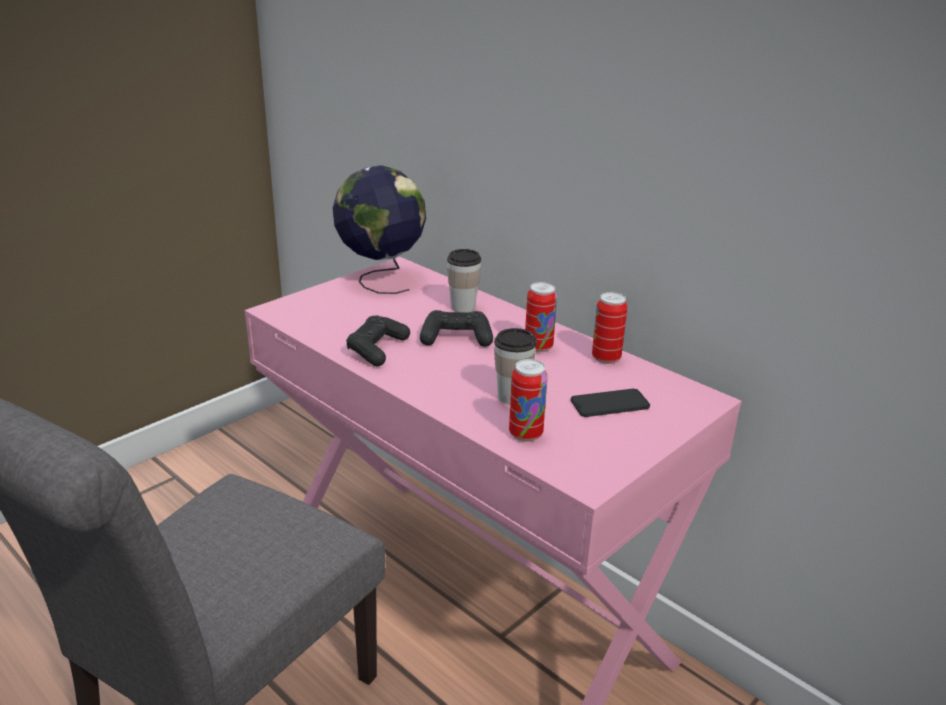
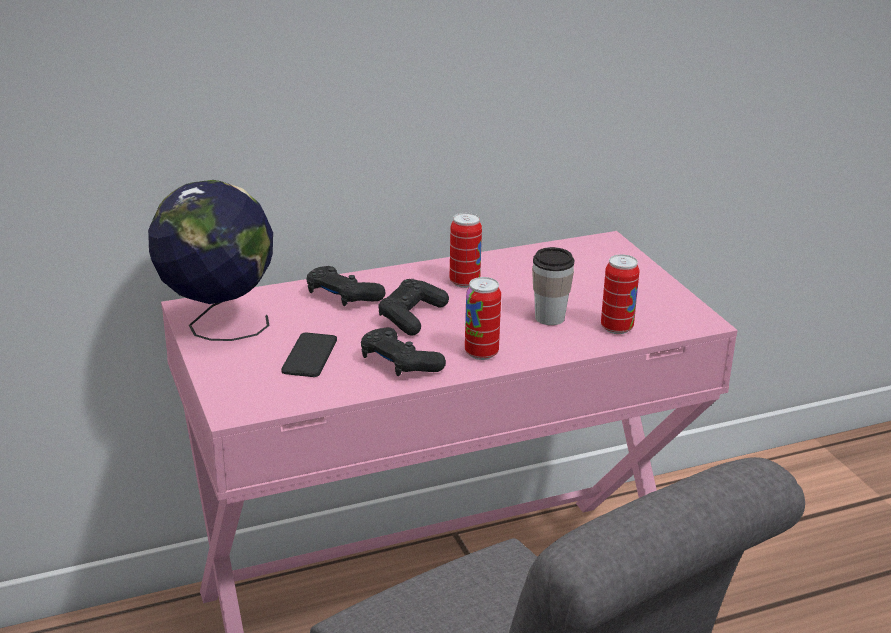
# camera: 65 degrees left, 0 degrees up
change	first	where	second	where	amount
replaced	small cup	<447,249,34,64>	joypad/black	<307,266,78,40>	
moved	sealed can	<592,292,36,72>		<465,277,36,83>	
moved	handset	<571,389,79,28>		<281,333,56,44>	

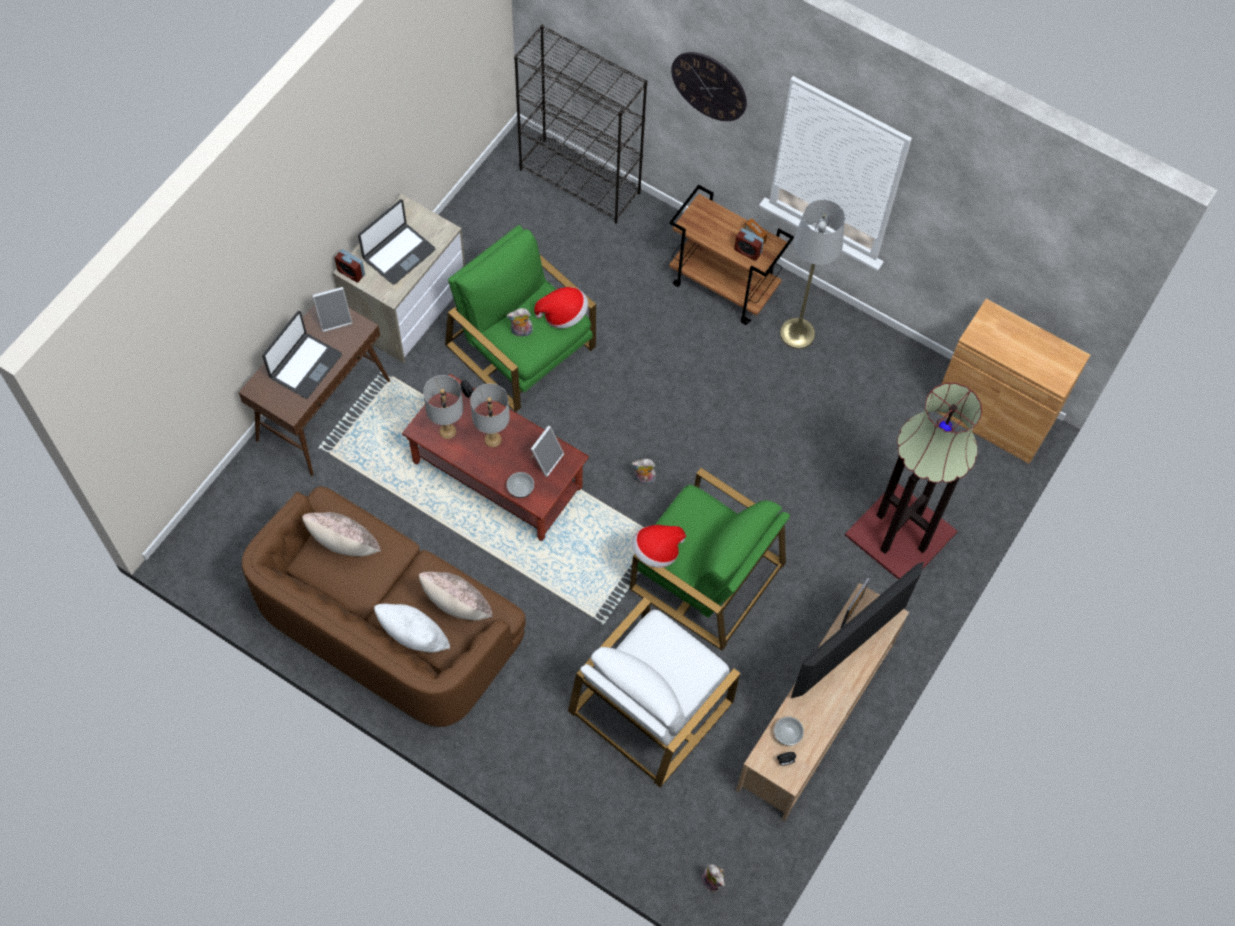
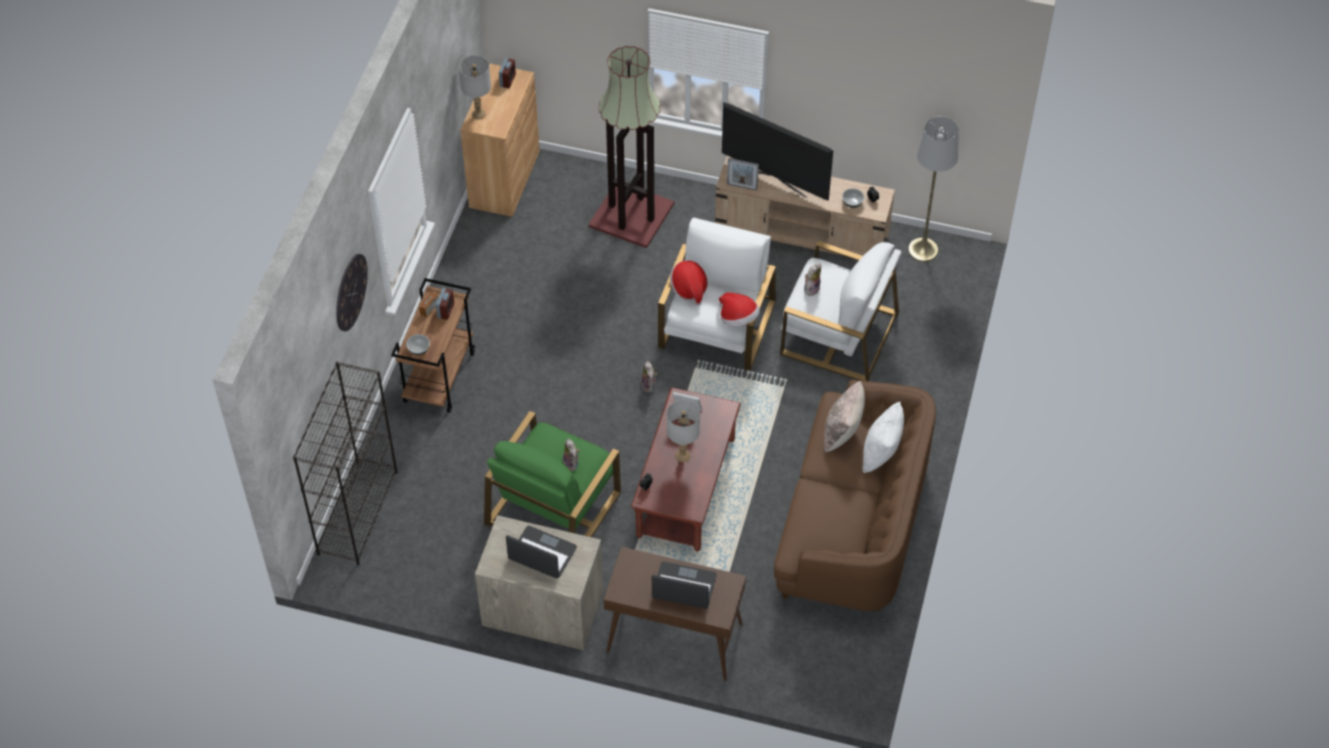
# camera: 105 degrees left, 10 degrees down
change	first	where	second	where	amount
moved	standing lamp/grey	<780,199,65,150>		<908,116,51,146>	
moved	table clock	<335,249,30,34>		<499,58,17,30>	
removed	photo frame	<312,287,40,45>			
moved	hat	<534,287,54,42>		<670,260,38,46>	
moved	lamp for a table/grey	<423,375,40,64>		<459,55,32,65>	
recoloured	lounge chair/green	<630,468,160,183>	lounge chair/white-coloured	<658,218,118,153>	
moved	deep dish	<507,472,27,26>		<406,334,24,21>	
removed	pillow/sand-coloured	<302,512,79,44>			
moved	soft toy	<700,864,25,28>		<804,263,17,33>	

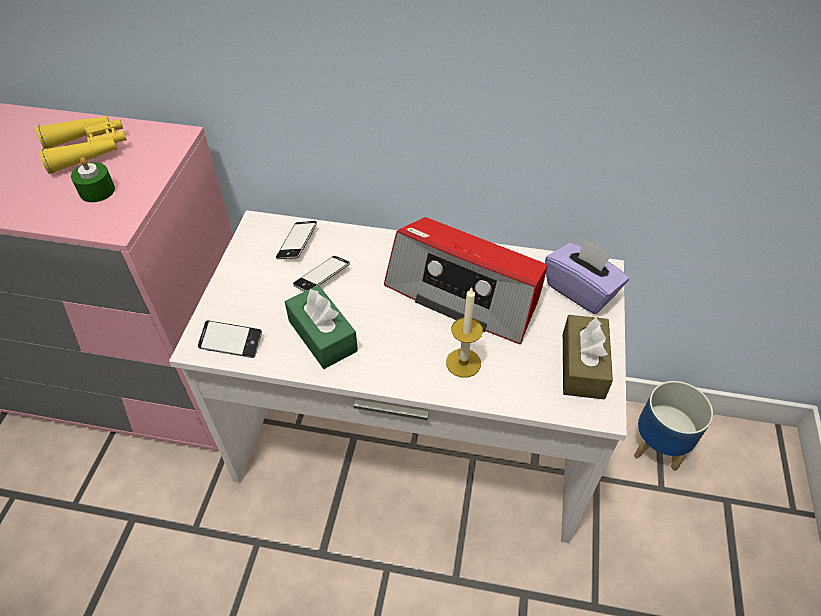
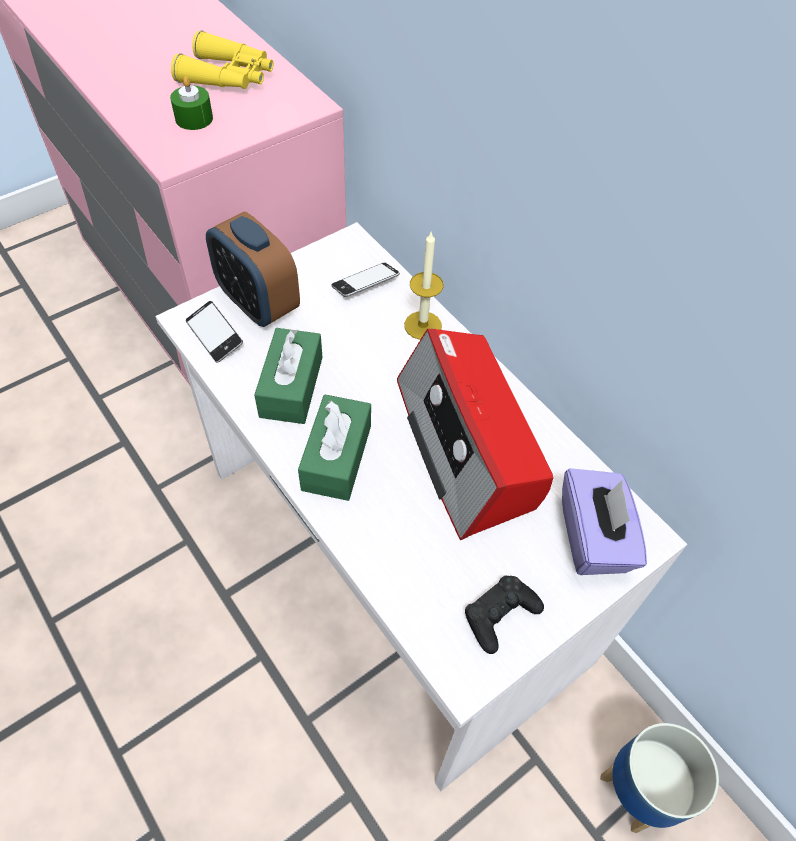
# camera: 40 degrees right, 5 degrees up
change	first	where	second	where	amount
removed	handset	<293,256,57,35>			
moved	wax light	<446,287,37,91>		<404,232,40,108>	
replaced	tissue holder/brown	<563,315,50,84>	joypad/black	<465,576,79,78>	
added			table clock	<206,212,94,115>	
added			tissue holder/green	<298,395,73,106>	

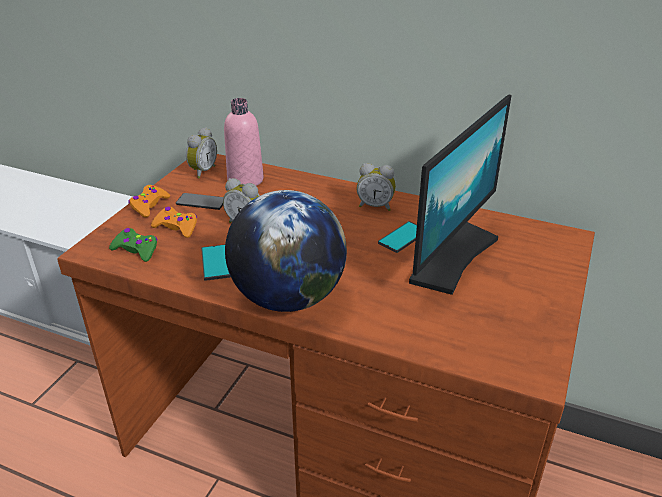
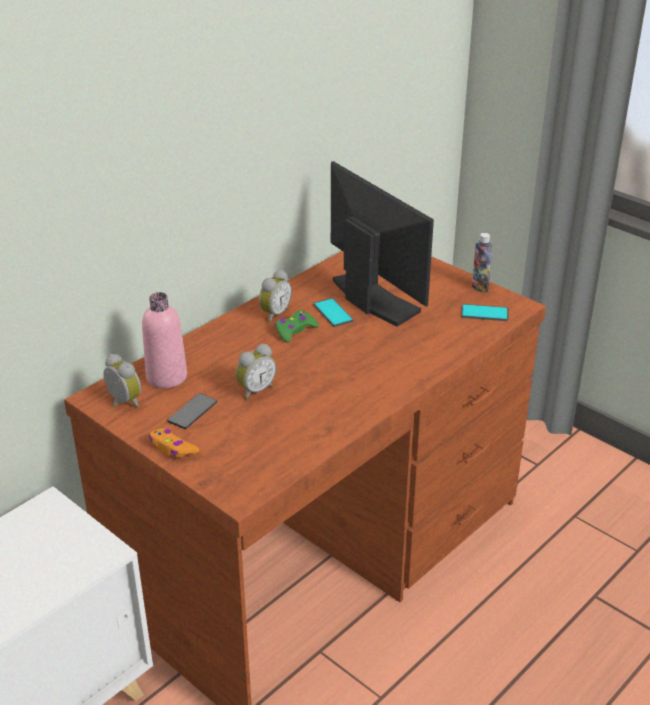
# camera: 70 degrees left, 0 degrees up
change	first	where	second	where	amount
removed	world globe	<225,190,122,122>			
removed	joypad/orange	<151,206,46,32>			
moved	joypad/green	<109,228,48,34>		<275,310,44,32>	
moved	handset	<201,245,30,36>		<461,304,48,17>	
added			beverage bottle	<472,233,20,60>	

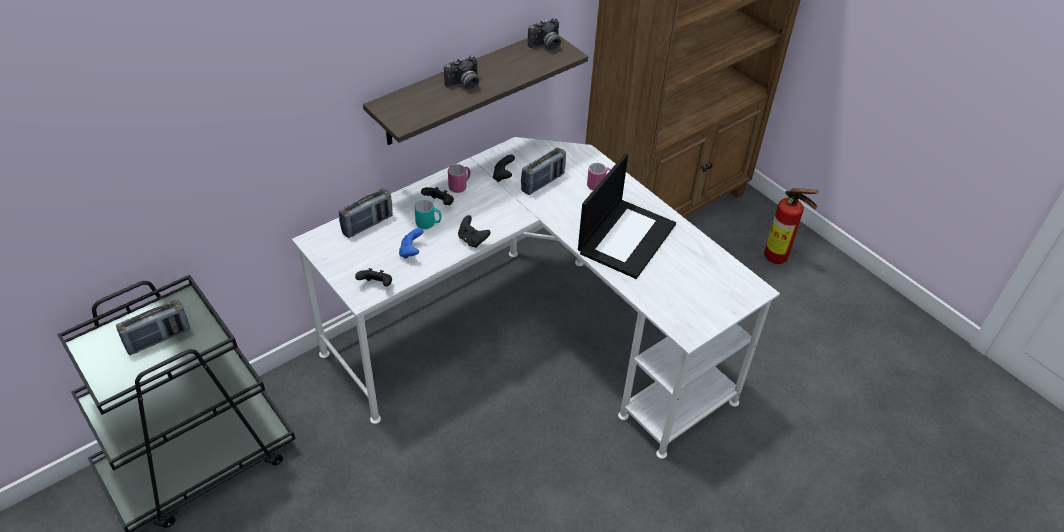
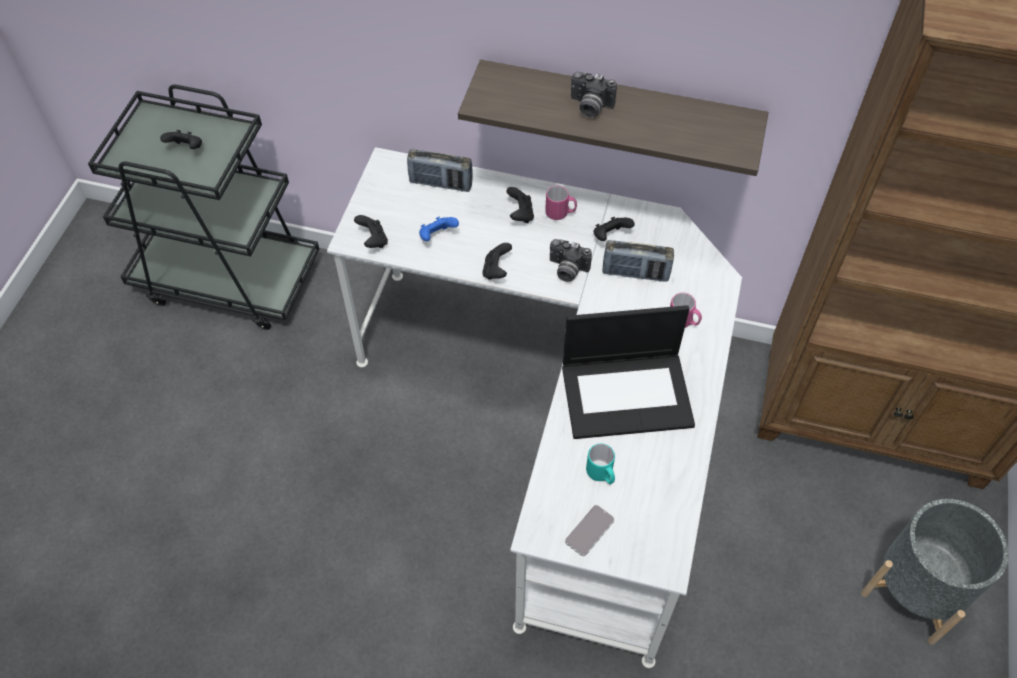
# camera: 55 degrees right, 10 degrees up
change	first	where	second	where	amount
moved	photo camera	<528,18,33,32>		<550,239,42,43>	
replaced	fire-fighting cylinder	<764,188,55,76>	flower pot/grey	<861,499,148,146>	
moved	mug/blue-green	<414,200,28,29>		<586,443,29,41>	
replaced	radio receiver	<116,300,74,55>	joypad/black	<160,130,42,19>	
added			handset	<565,505,49,51>	

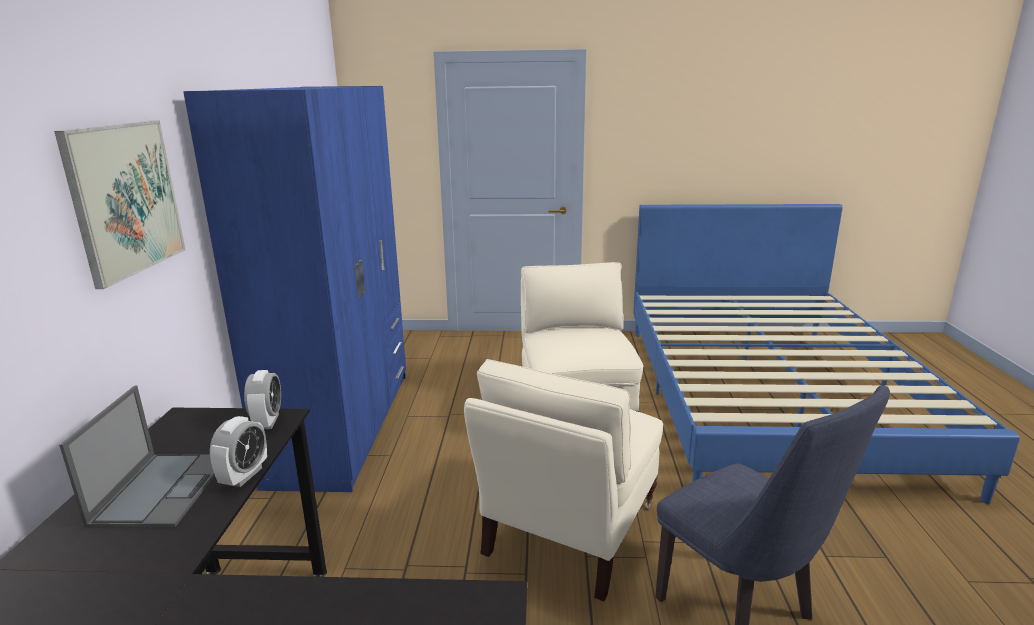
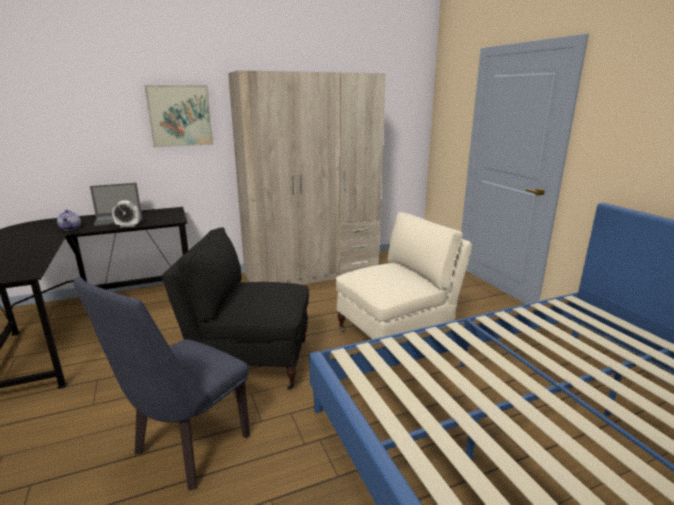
# camera: 65 degrees right, 0 degrees up
change	first	where	second	where	amount
recoloured	clothes cupboard/blue	<183,86,223,406>	clothes cupboard/sand-coloured	<228,70,158,215>	
recoloured	lounge chair/sand-coloured	<464,359,199,242>	lounge chair/black	<162,227,147,163>	
removed	table clock	<244,370,37,59>			
added			tea pot	<57,210,24,20>	

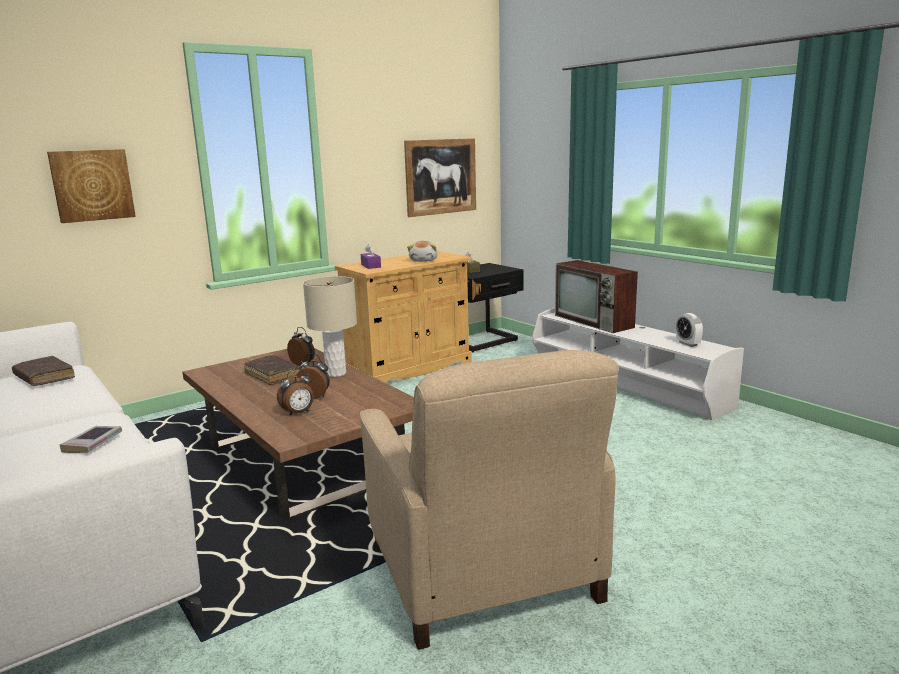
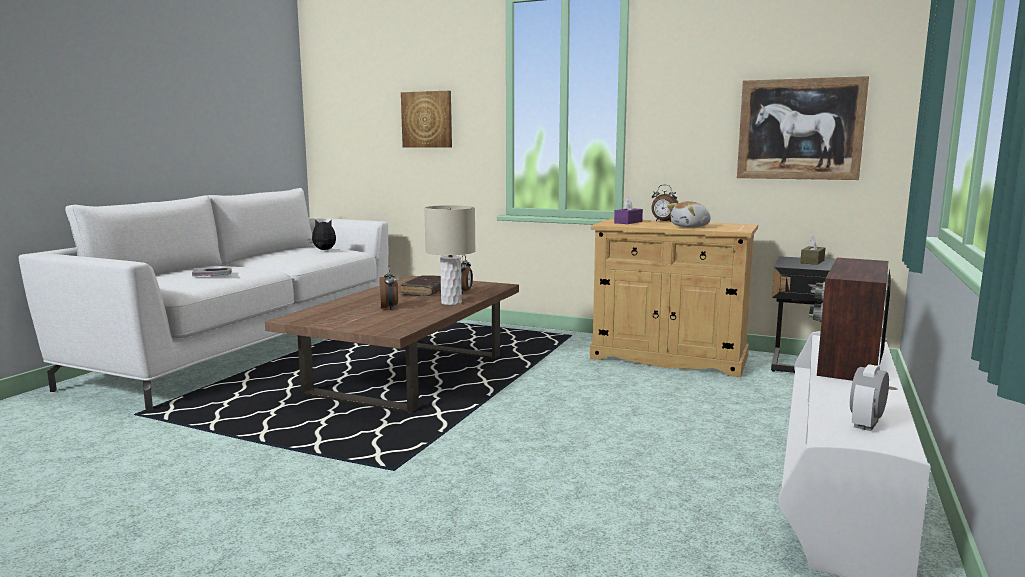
# camera: 60 degrees right, 5 degrees down
change	first	where	second	where	amount
removed	lounge chair/sand-coloured	<360,350,259,300>			
replaced	book/brown	<12,356,63,30>	soft toy	<308,219,28,31>	
moved	table clock	<277,368,37,48>		<651,185,27,37>	

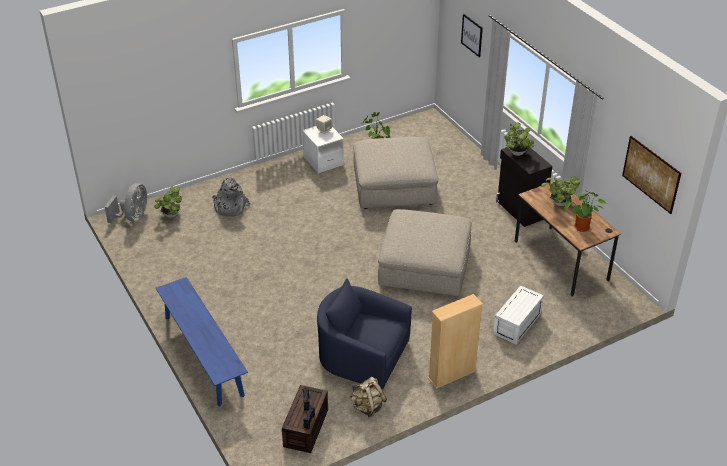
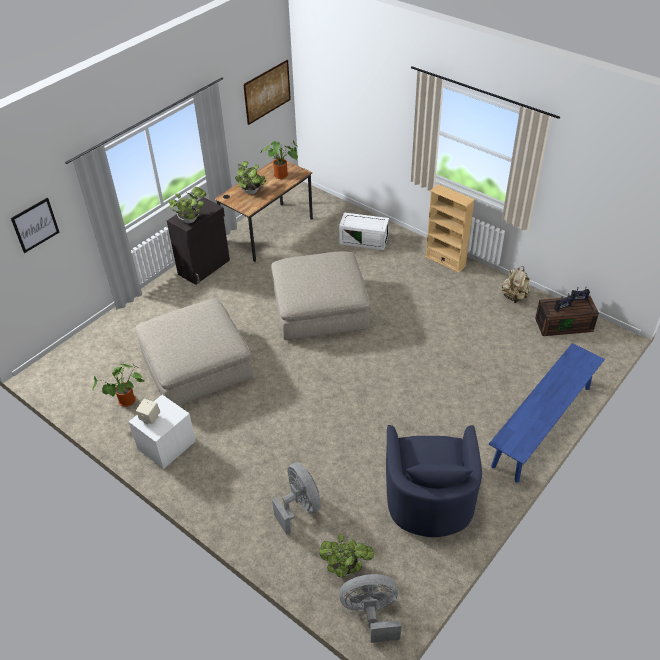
# camera: 110 degrees left, 5 degrees up
change	first	where	second	where	amount
replaced	knapsack/grey	<212,177,38,40>	cooling fan/grey	<272,462,49,73>	
moved	lounge chair/blue	<317,278,95,112>		<386,425,96,112>	

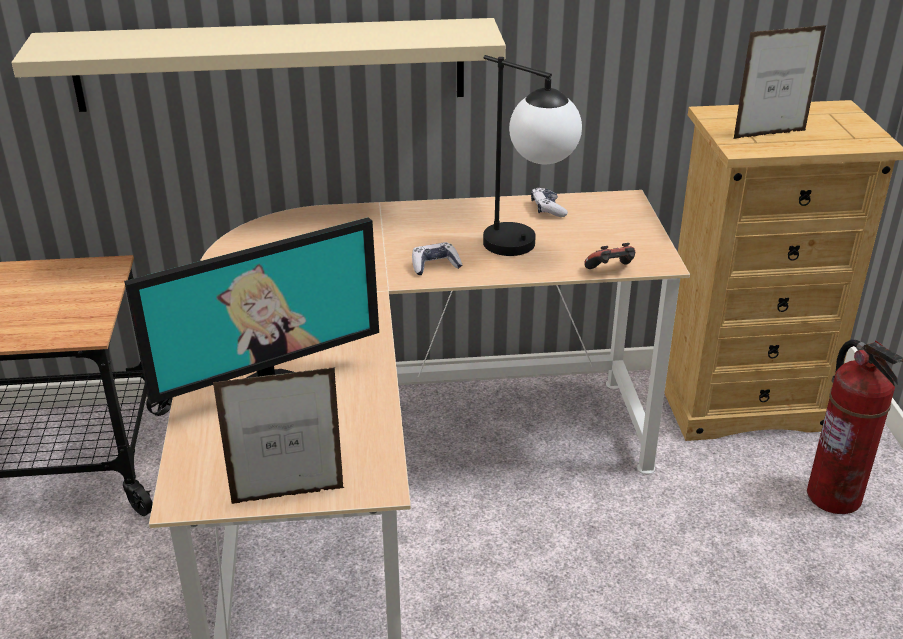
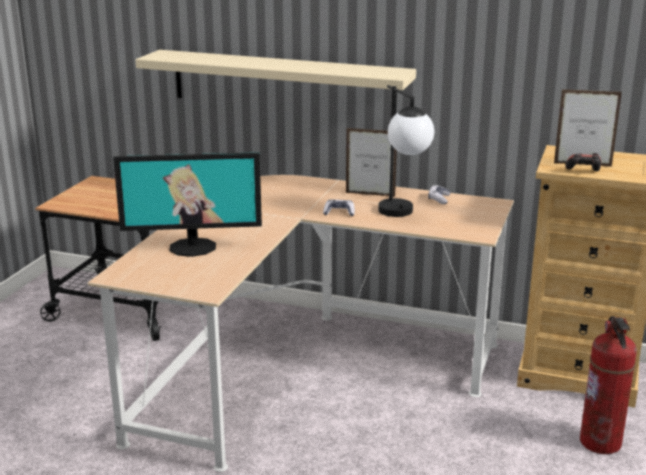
# camera: 25 degrees right, 10 degrees down
change	first	where	second	where	amount
moved	joypad	<584,243,51,26>		<565,153,36,18>	
moved	photo frame	<213,367,131,137>		<346,128,51,69>	

